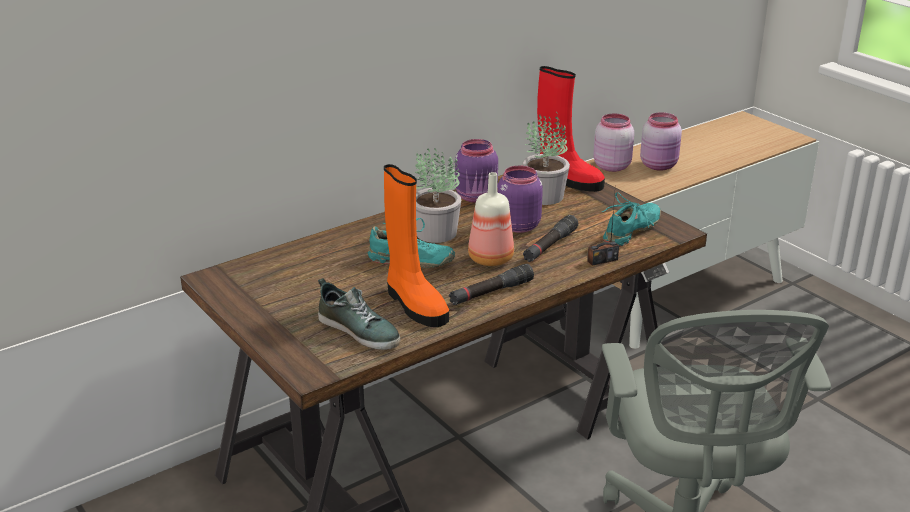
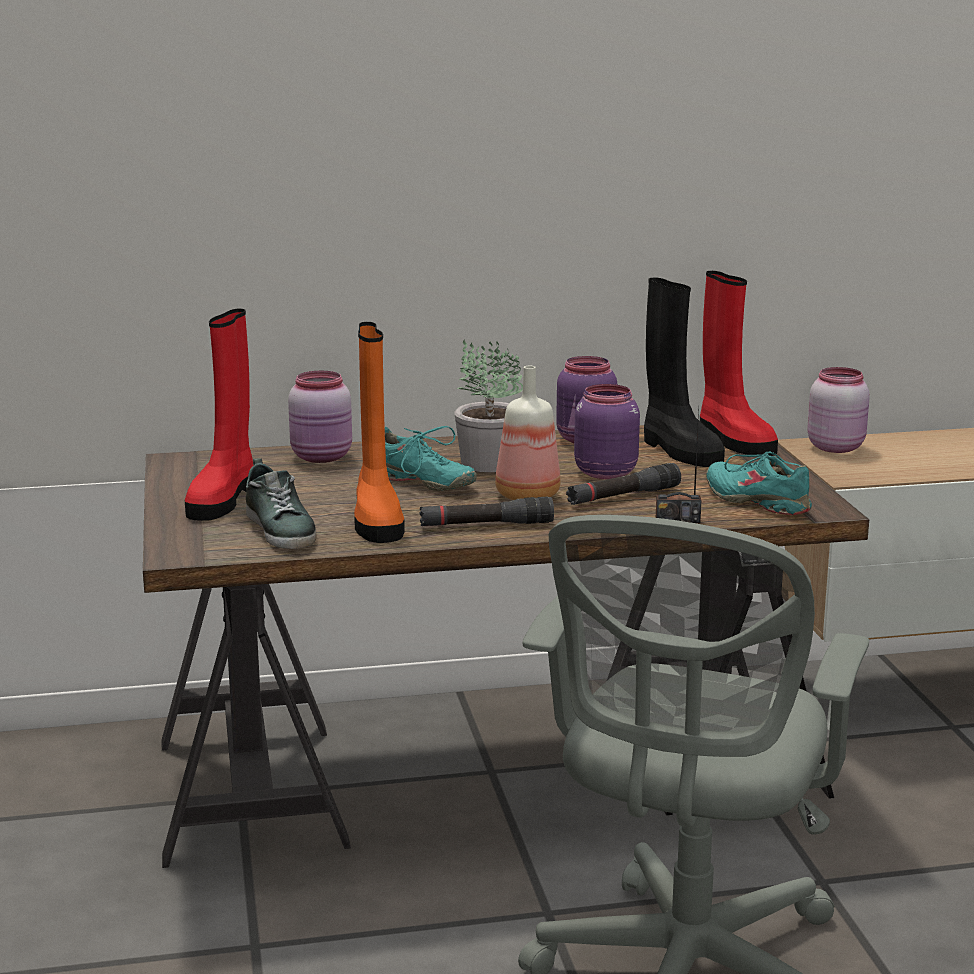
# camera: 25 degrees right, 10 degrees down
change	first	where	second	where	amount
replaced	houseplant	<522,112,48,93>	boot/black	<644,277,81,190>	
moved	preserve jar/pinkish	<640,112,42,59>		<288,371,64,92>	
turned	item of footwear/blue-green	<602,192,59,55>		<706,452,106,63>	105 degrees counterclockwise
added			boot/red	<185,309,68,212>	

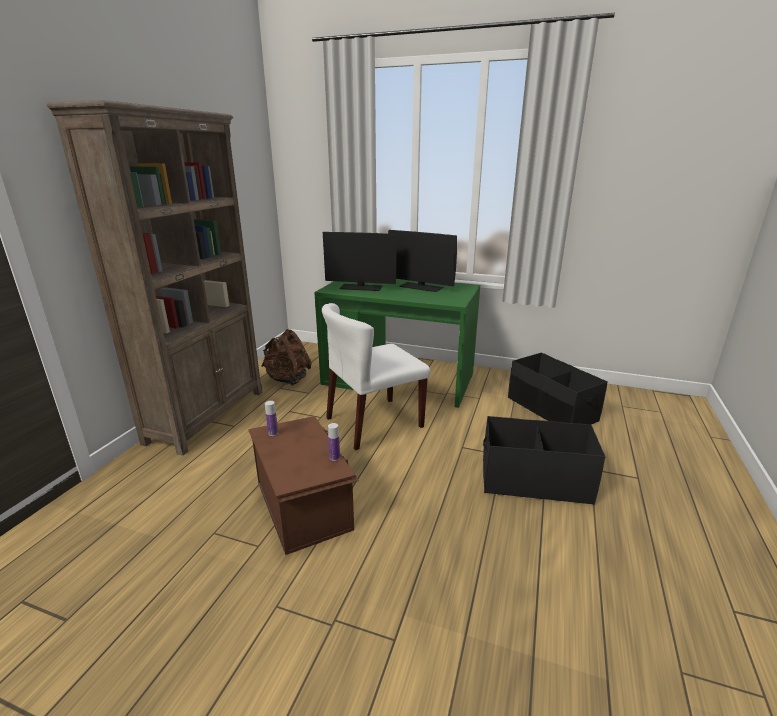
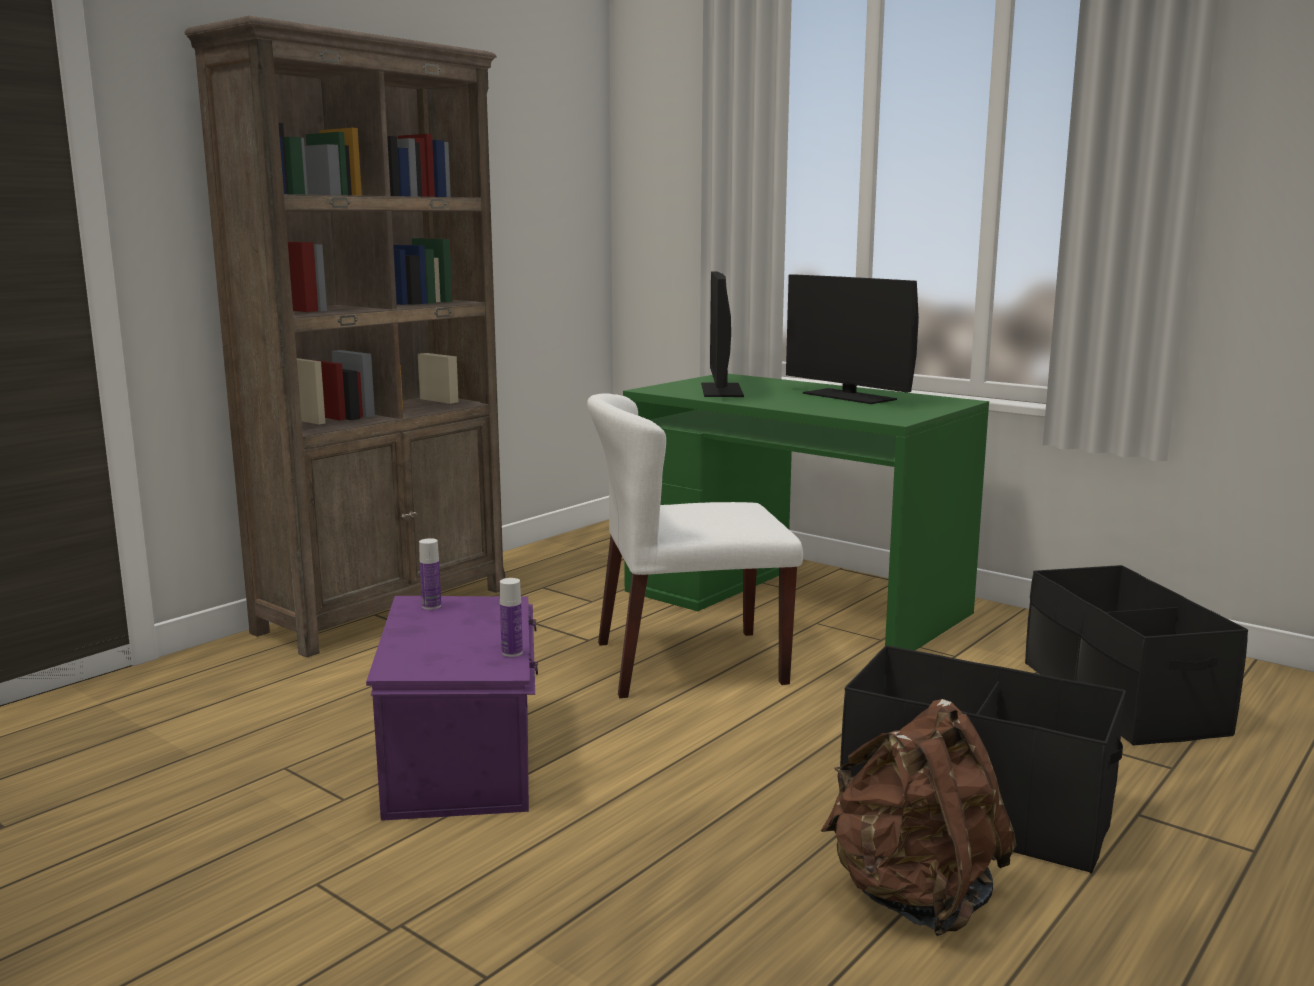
# camera: 20 degrees right, 10 degrees down
change	first	where	second	where	amount
turned	computer display	<323,232,74,59>		<701,272,43,125>	60 degrees clockwise
moved	knapsack/brown	<261,329,51,56>		<821,699,195,237>	
recoloured	storage bin/brown	<249,416,110,139>	storage bin/purplish	<366,596,172,225>	

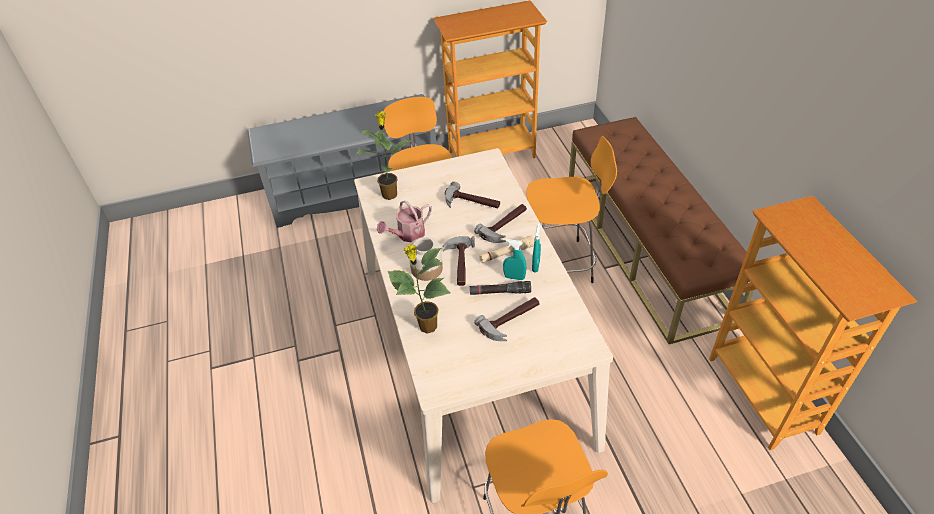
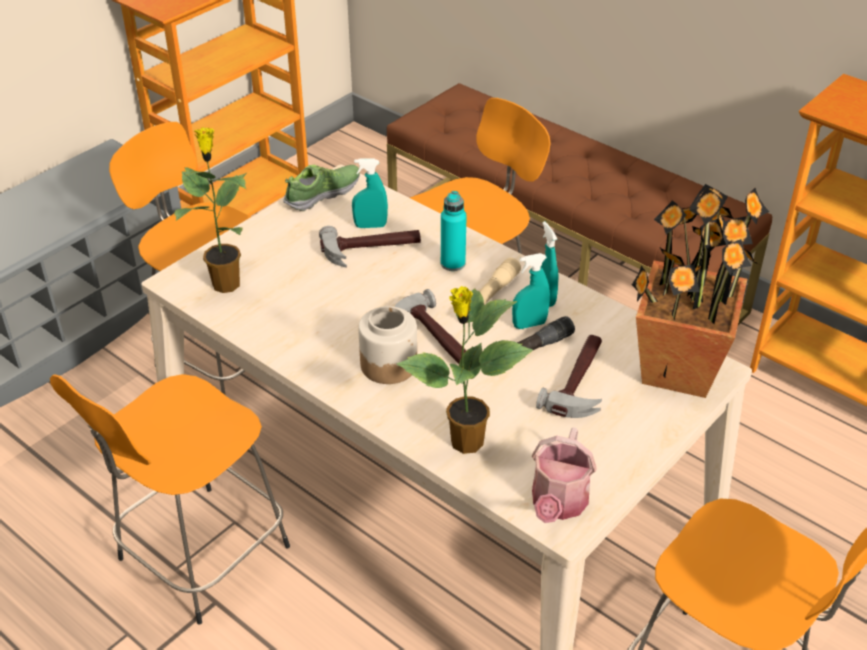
# camera: 35 degrees left, 5 degrees down
change	first	where	second	where	amount
moved	watering pot	<377,201,55,41>		<532,427,65,96>	
replaced	hammer	<474,204,53,39>	beverage bottle/blue-green	<441,191,26,80>	
added			hand sprayer/blue-green	<352,158,36,70>	
added			item of footwear	<283,165,77,46>	
added			houseplant	<632,184,137,214>	
added			stool/orange	<50,374,240,251>	

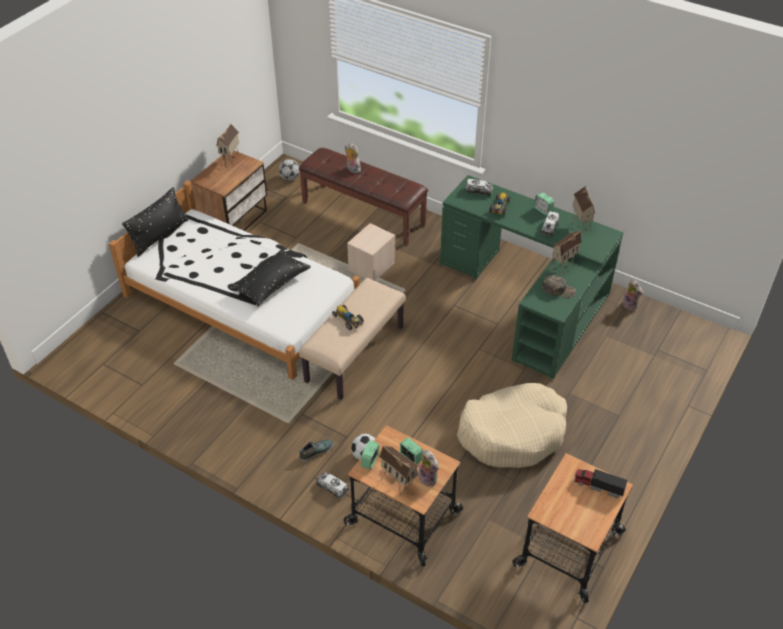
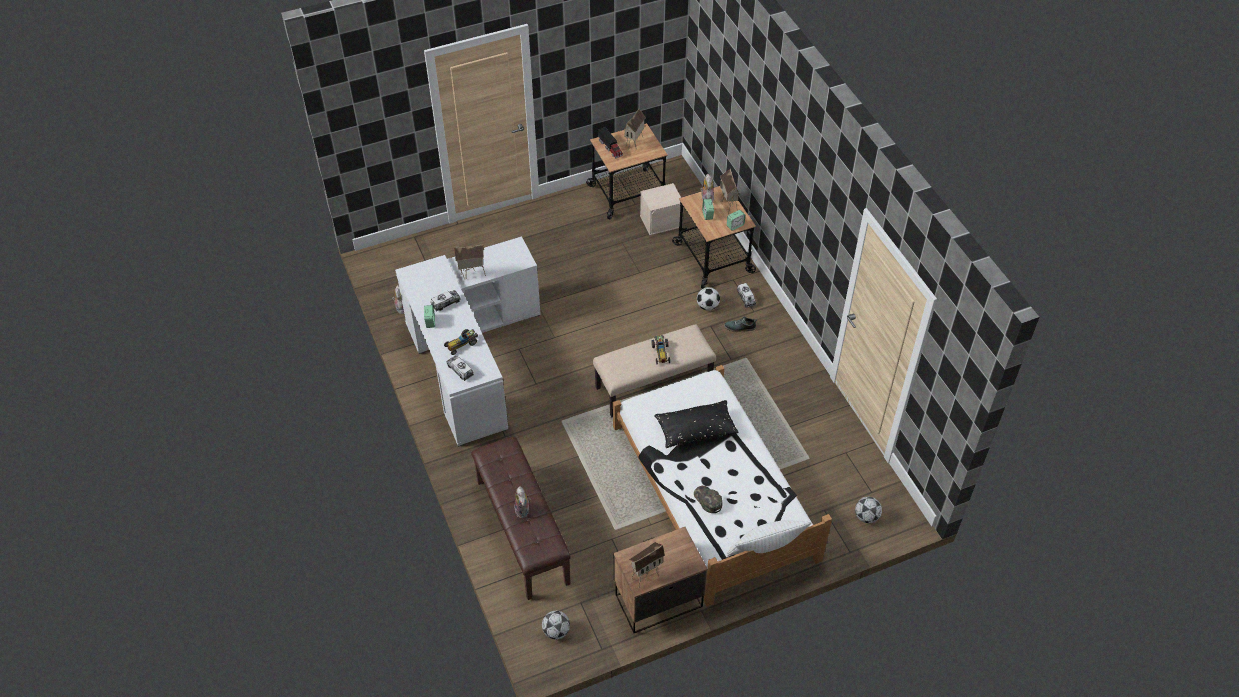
# camera: 145 degrees left, 5 degrees up
change	first	where	second	where	amount
recoloured	desk table/green	<440,175,183,204>	desk table/white-coloured	<395,236,145,211>	
moved	model house	<572,186,23,49>		<624,109,22,41>	
recoloured	pillow/black	<122,187,67,70>	pillow/white-coloured	<727,520,84,36>	
moved	storage bin/sand-coloured	<347,223,48,58>		<640,183,43,52>	
moved	baseball cap/green	<542,275,34,24>		<694,486,29,27>	
removed	pet bed/sand-coloured	<457,383,110,85>			
added			football	<855,497,27,26>	

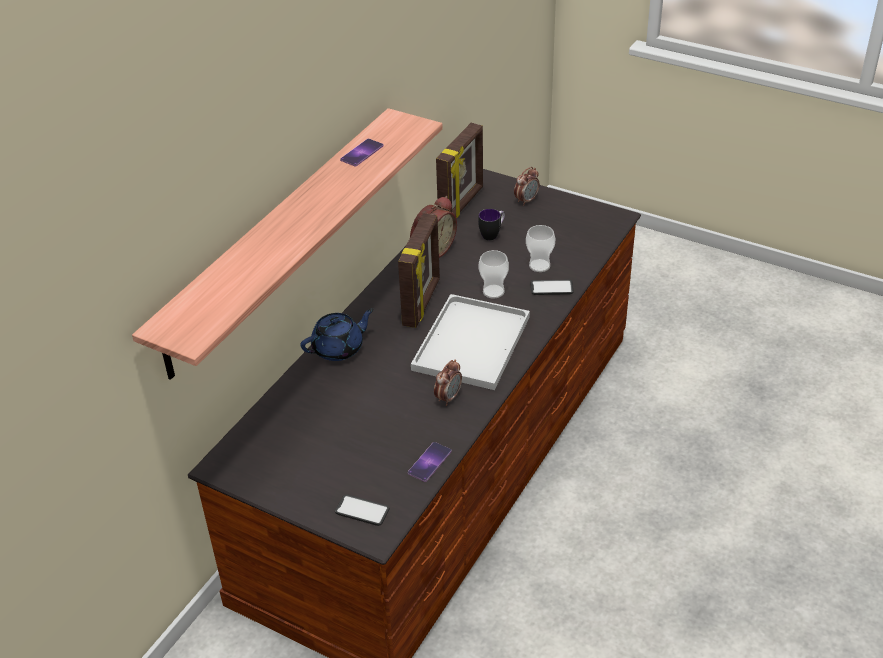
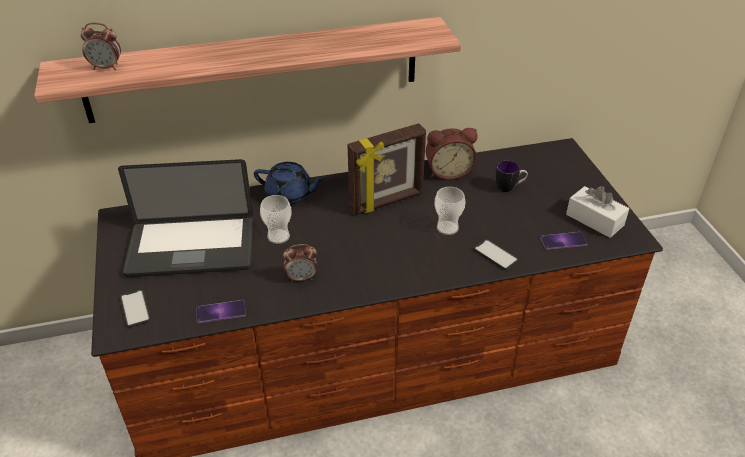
# camera: 45 degrees right, 0 degrees up
change	first	where	second	where	amount
removed	photo frame	<436,123,47,96>			
moved	handset	<340,139,44,28>		<540,232,47,18>	
moved	table clock	<514,167,26,39>		<81,23,40,47>	
moved	small cup	<526,225,29,47>		<260,195,32,49>	
removed	carrying tray/white-coloured	<411,294,119,96>			
added			laptop	<118,159,135,118>	
added			tissue holder/white-coloured	<566,186,63,52>	

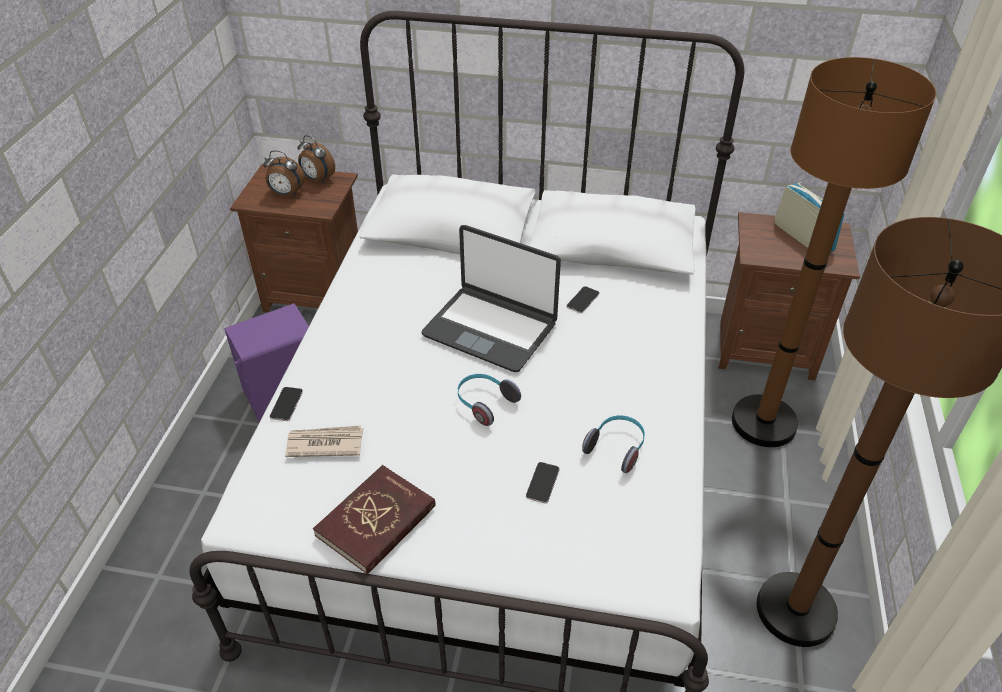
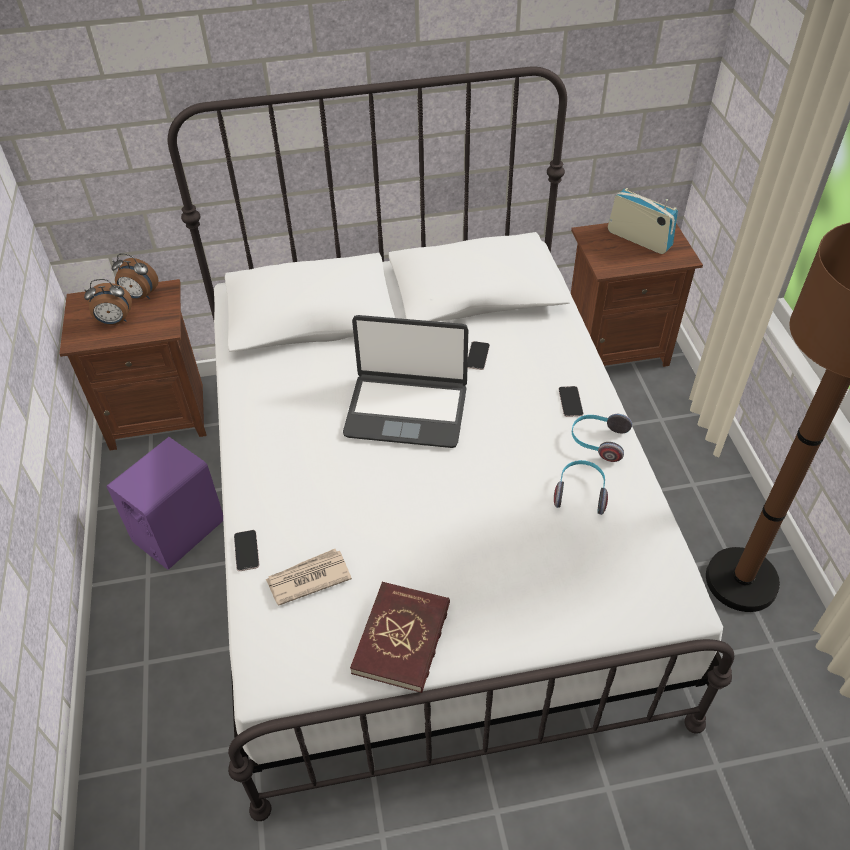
# camera: 20 degrees left, 5 degrees up
change	first	where	second	where	amount
removed	standing lamp/brown	<732,57,204,390>			
moved	headset	<458,374,63,52>		<572,414,60,48>	
moved	handset	<526,462,34,41>		<558,386,25,31>	

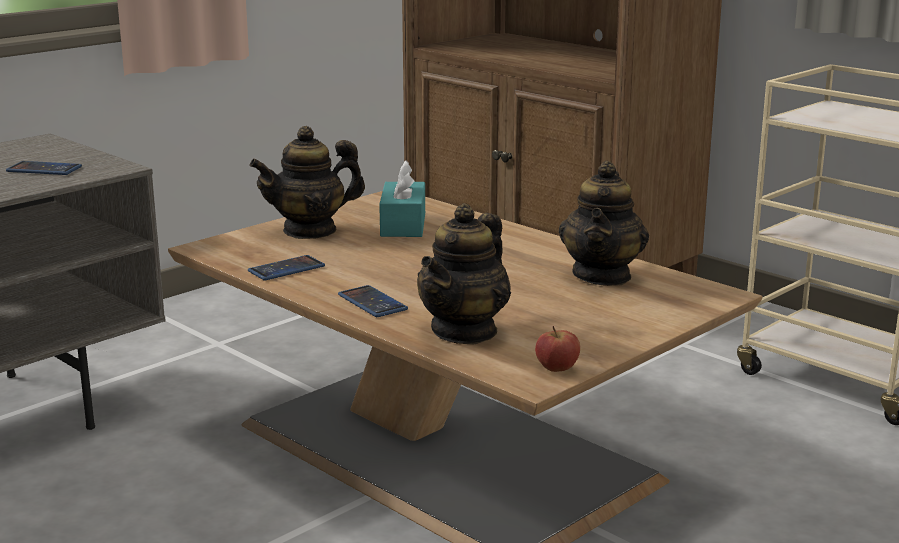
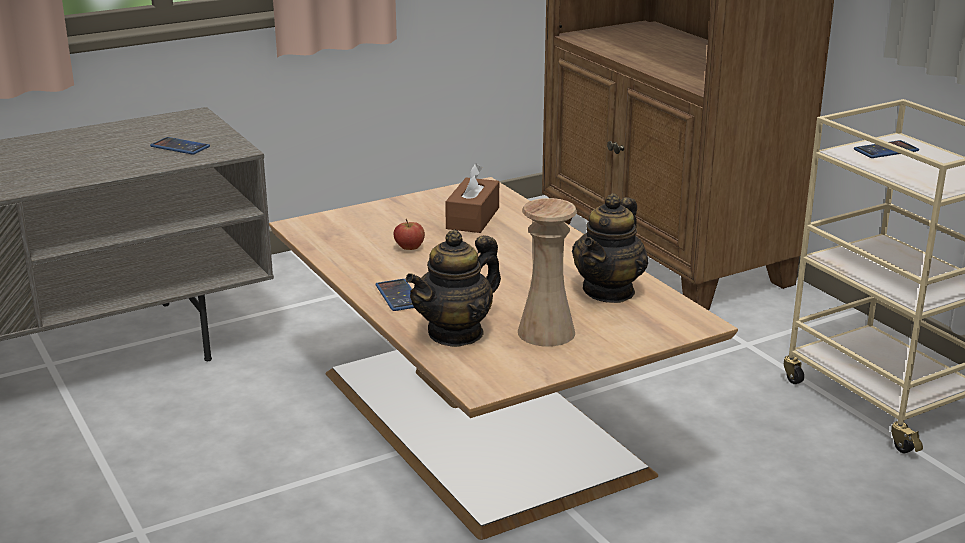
# camera: 15 degrees right, 5 degrees up
change	first	where	second	where	amount
removed	tea pot	<249,126,116,113>			
recoloured	tissue holder/blue-green	<379,160,46,77>	tissue holder/brown	<445,164,54,69>	
moved	handset	<248,255,77,26>		<854,140,65,18>	
moved	apple	<535,326,45,46>		<394,219,31,31>	
added			flower vase/sand-coloured	<518,198,59,148>	

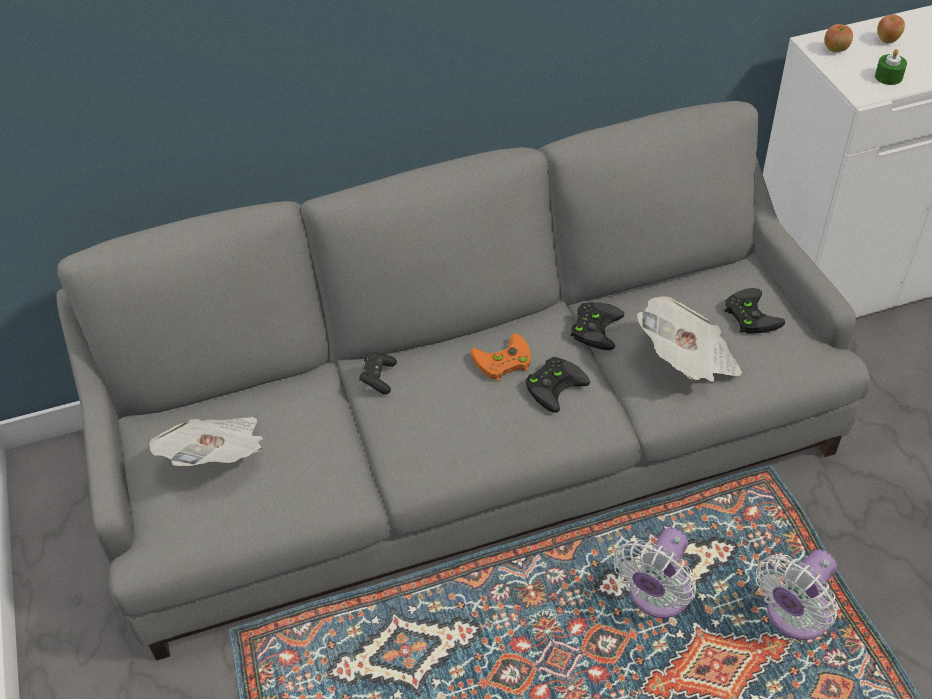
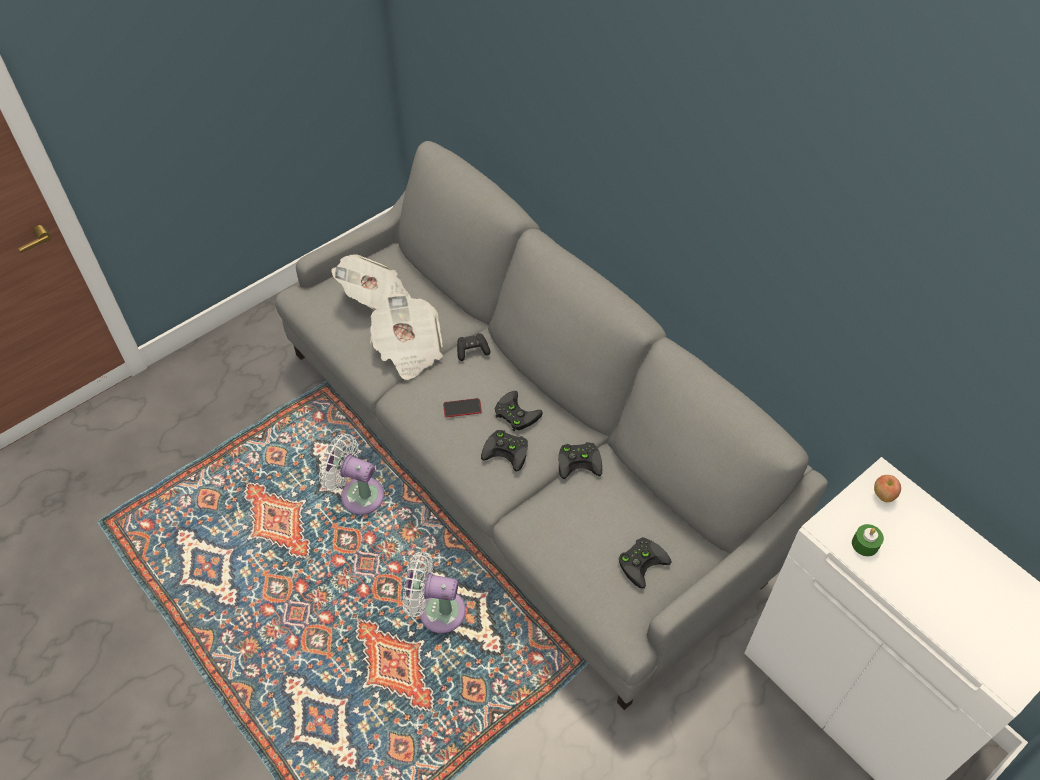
# camera: 65 degrees right, 5 degrees up
change	first	where	second	where	amount
removed	apple	<877,15,28,29>			
moved	daily paper	<637,296,105,86>		<370,293,73,87>	
recoloured	joypad/orange	<471,333,60,48>	joypad/black	<495,391,48,40>	
moved	cooling fan/white-coloured	<756,550,82,90>		<319,434,65,81>	
added			handset	<443,398,39,19>	

